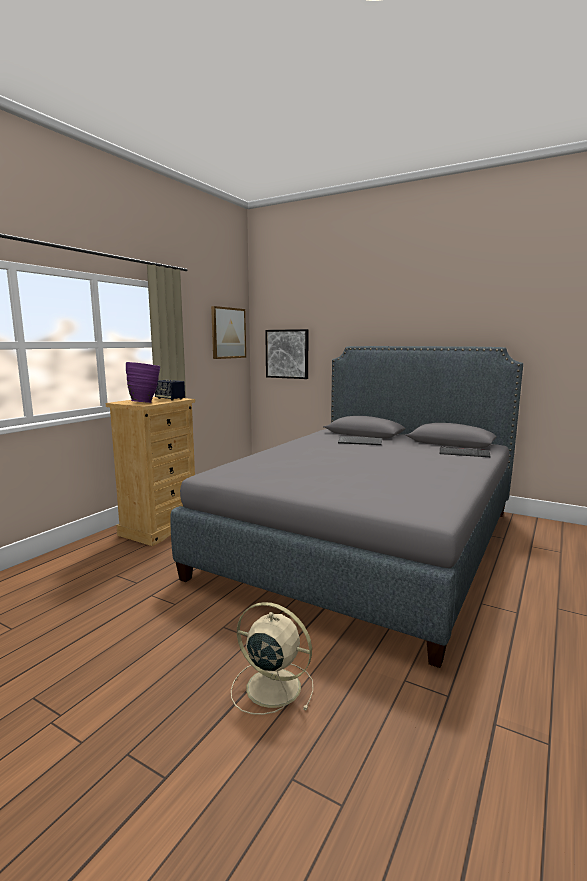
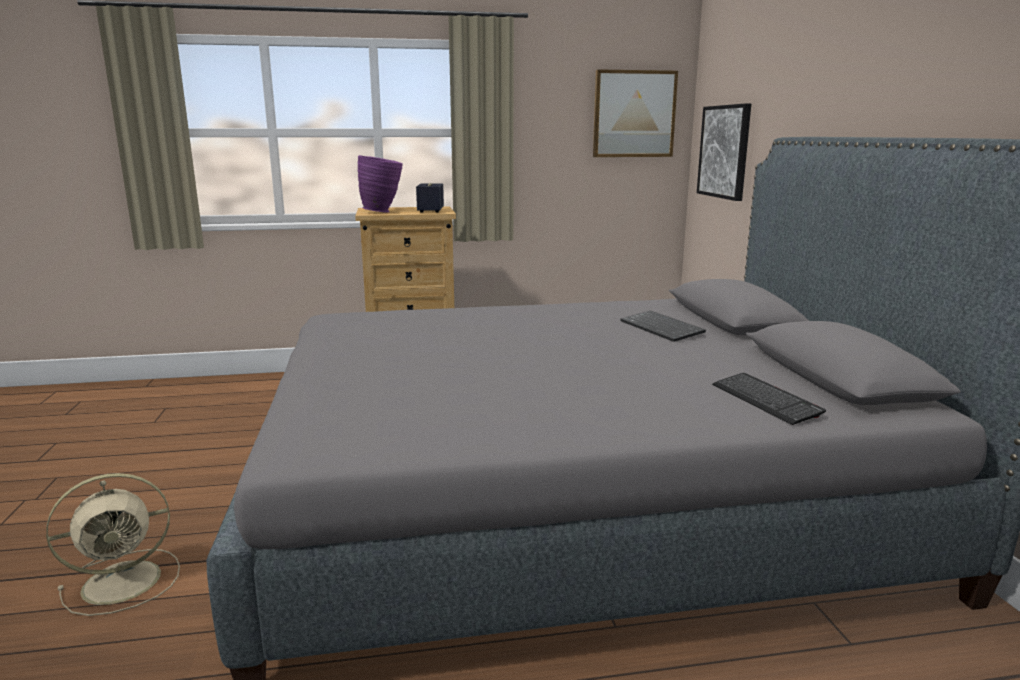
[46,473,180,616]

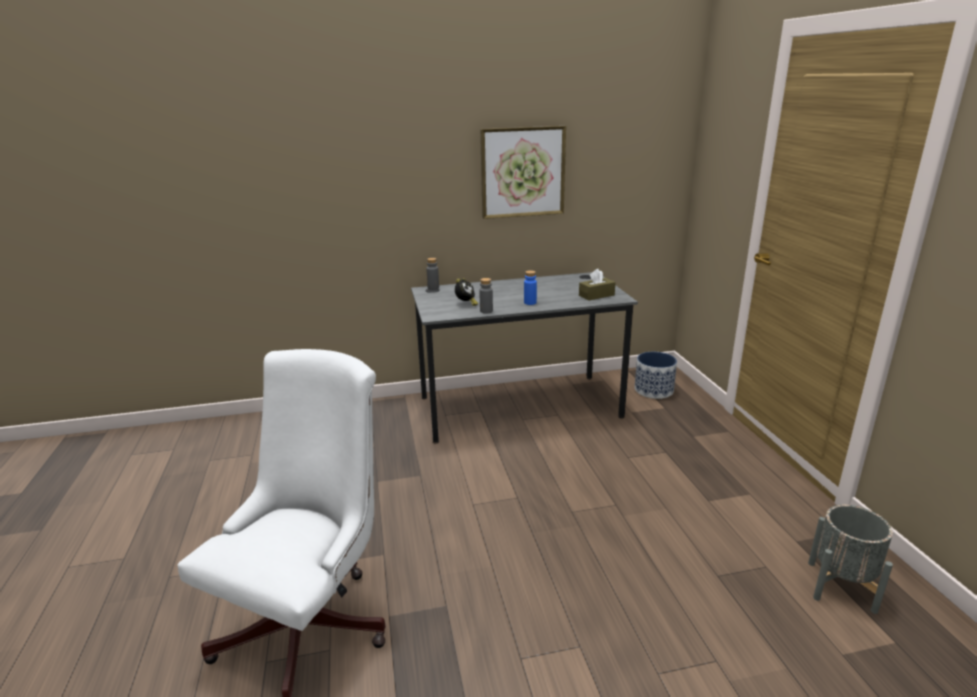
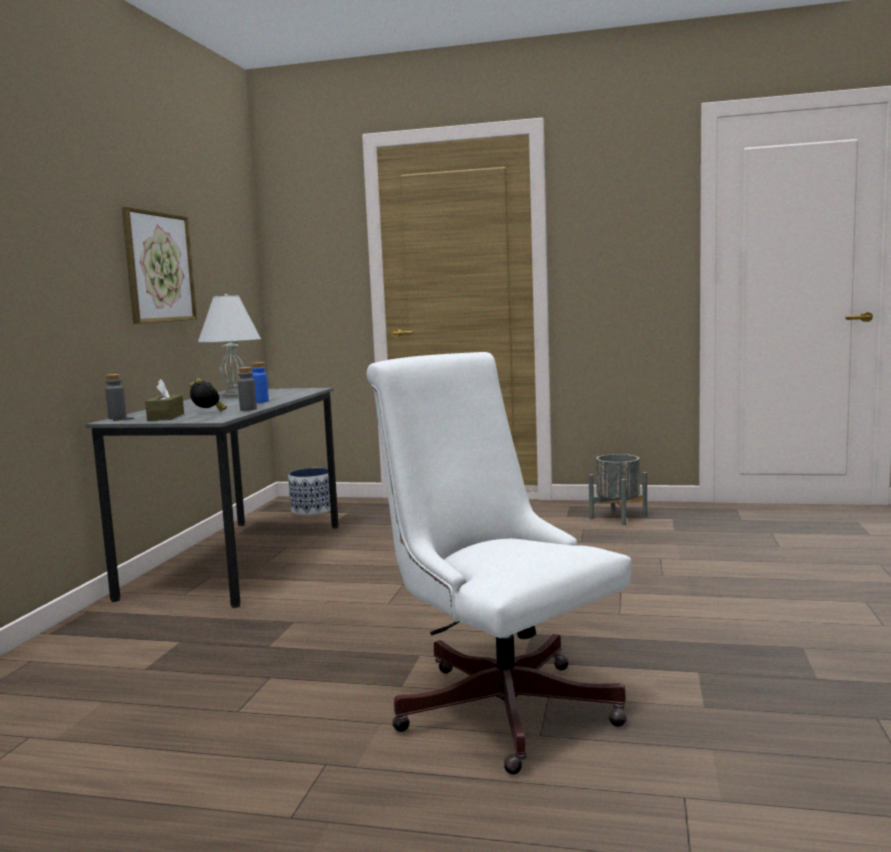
[198,294,261,397]
[145,379,184,421]

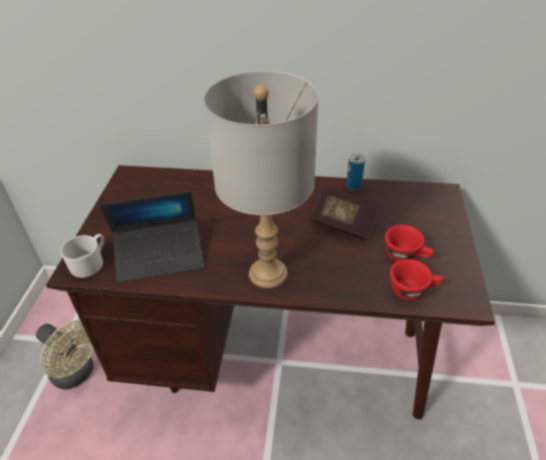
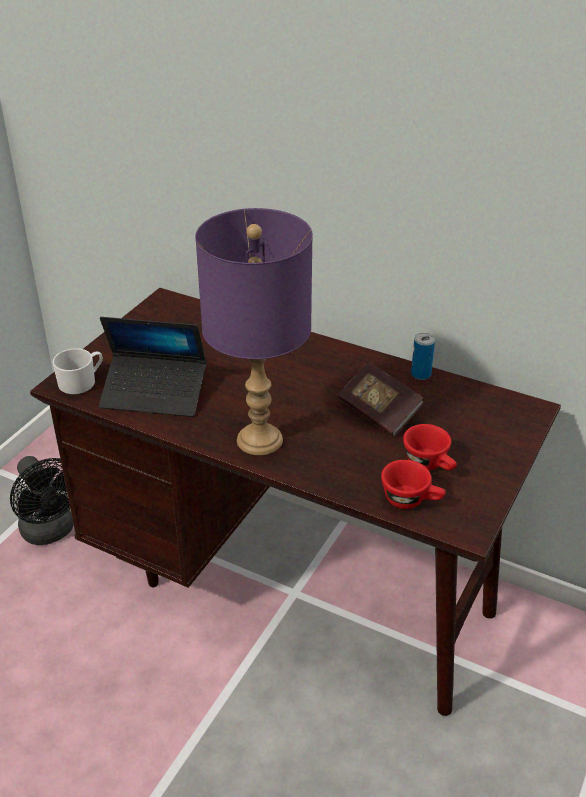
[10,456,74,545]
[195,208,313,455]

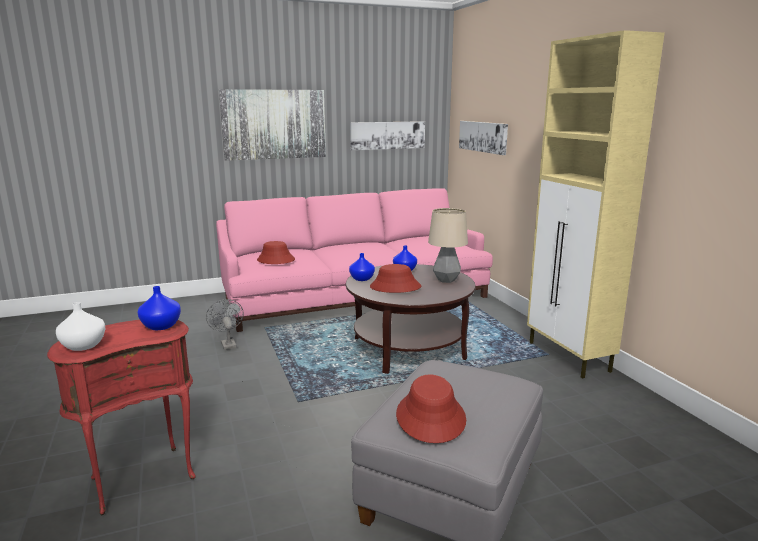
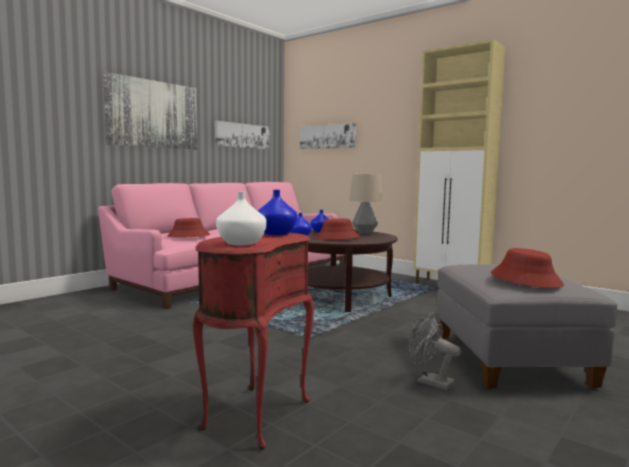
[408,312,462,390]

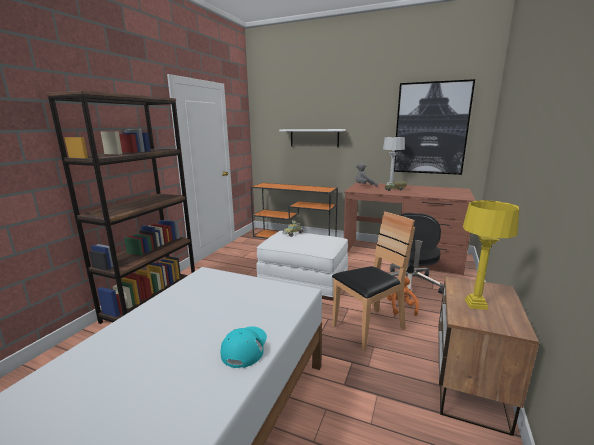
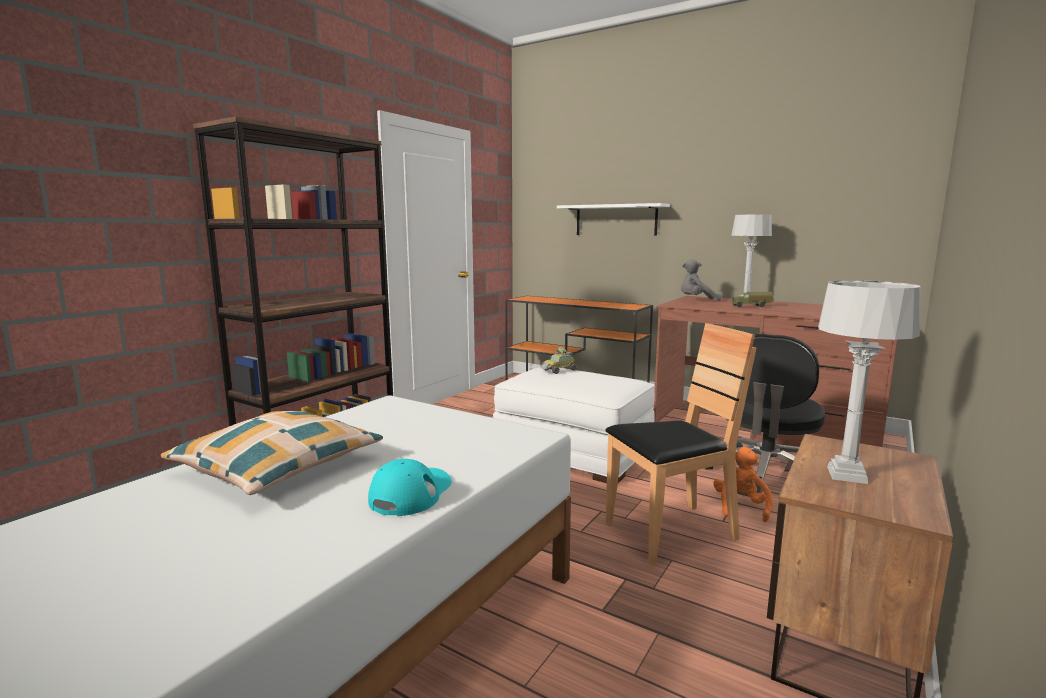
[394,79,475,175] (first image)
[161,411,383,495]
[818,281,921,484]

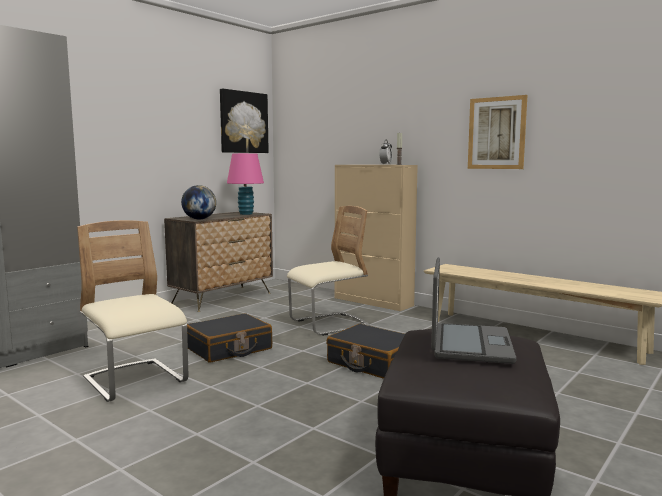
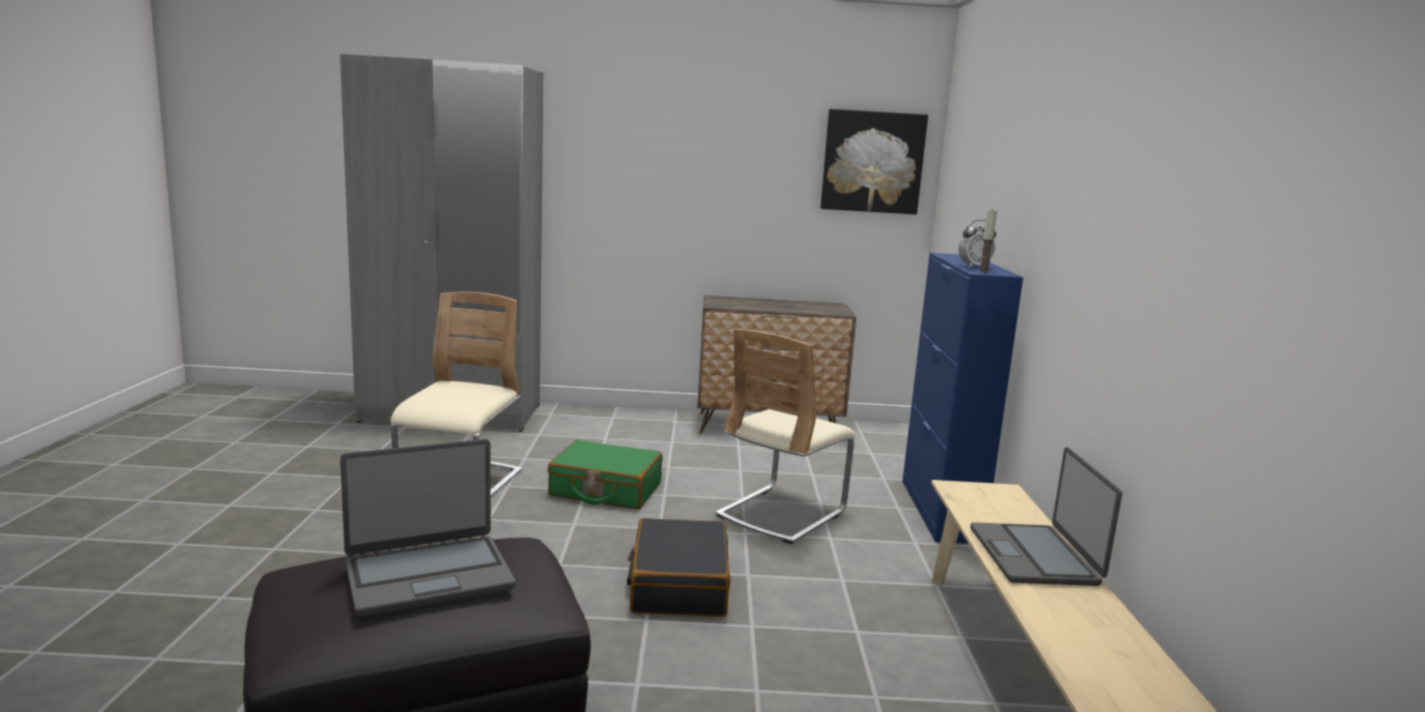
[181,185,216,219] (first image)
[227,153,264,215] (first image)
[468,95,527,169] (first image)
[970,447,1122,586]
[548,440,663,510]
[902,253,1023,544]
[715,329,855,544]

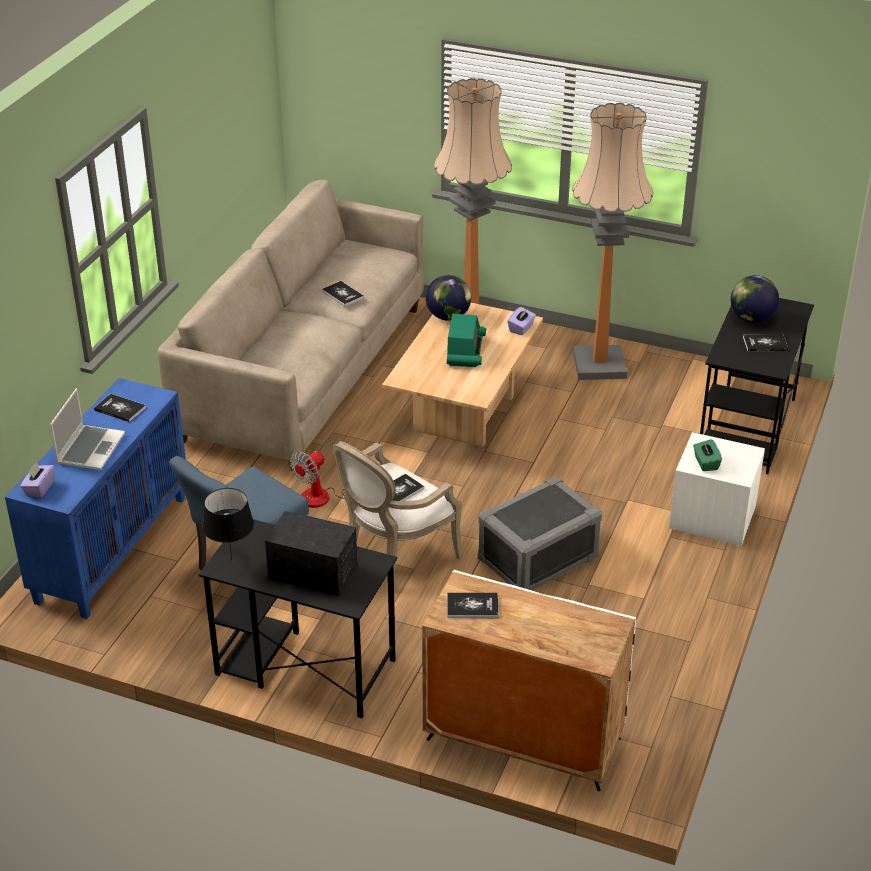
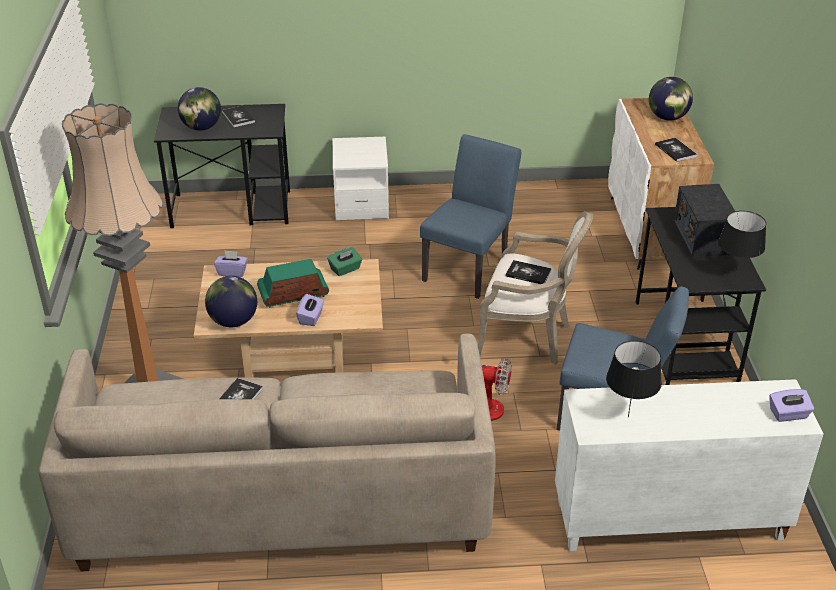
[50,388,125,470] (first image)
[572,103,653,380] (first image)
[296,294,324,326]
[649,77,693,121]
[327,247,362,276]
[606,341,662,417]
[420,134,521,299]
[555,379,824,551]

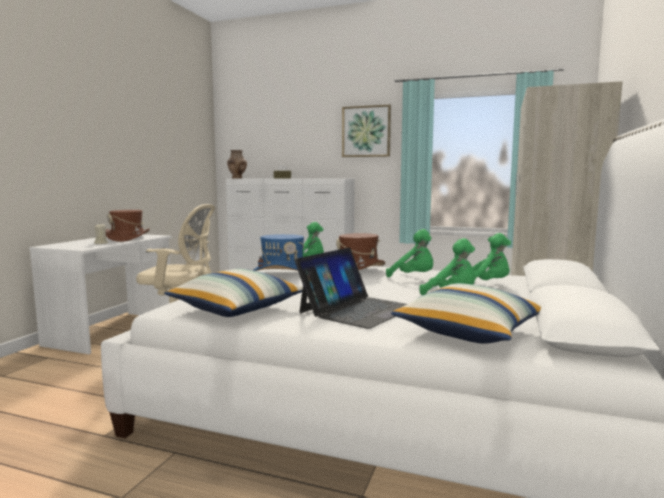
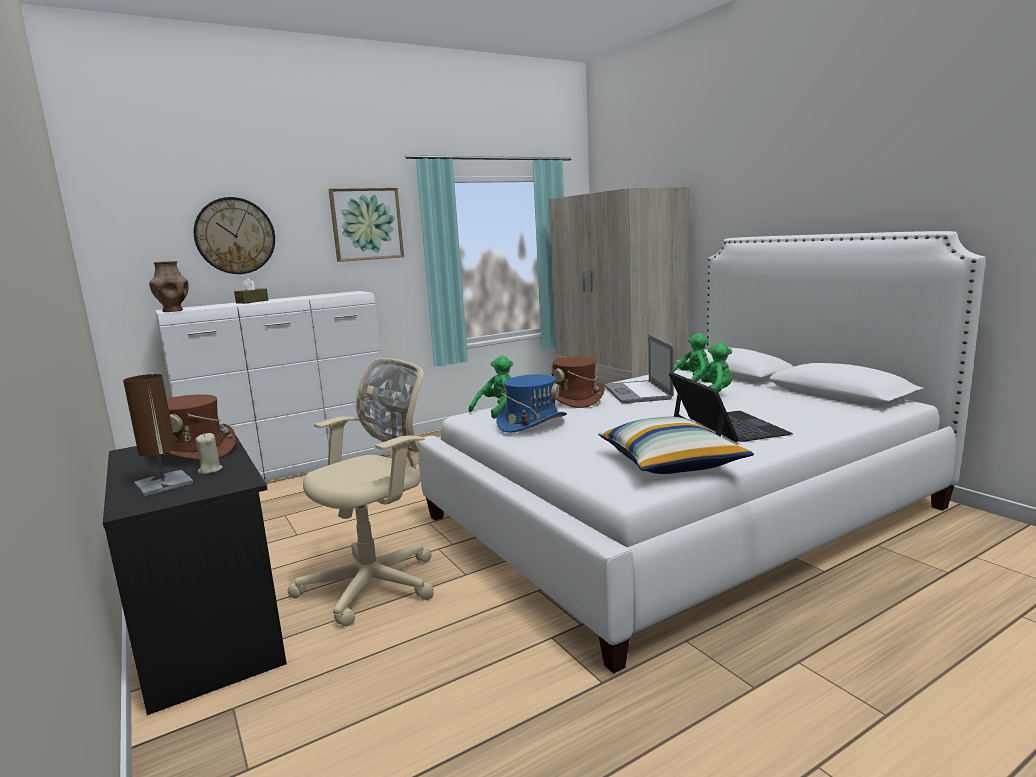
[391,283,542,344] (first image)
[123,374,193,497]
[194,197,275,274]
[604,335,674,403]
[103,434,287,715]

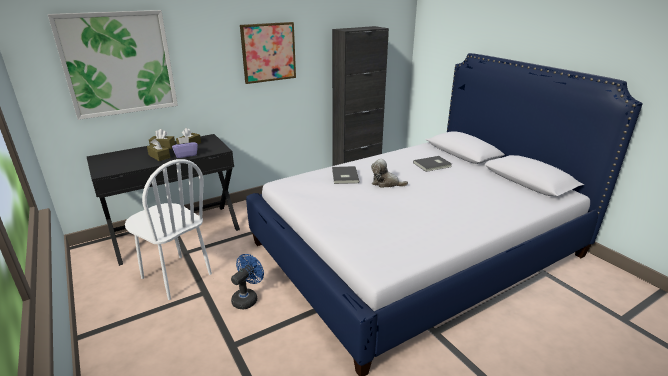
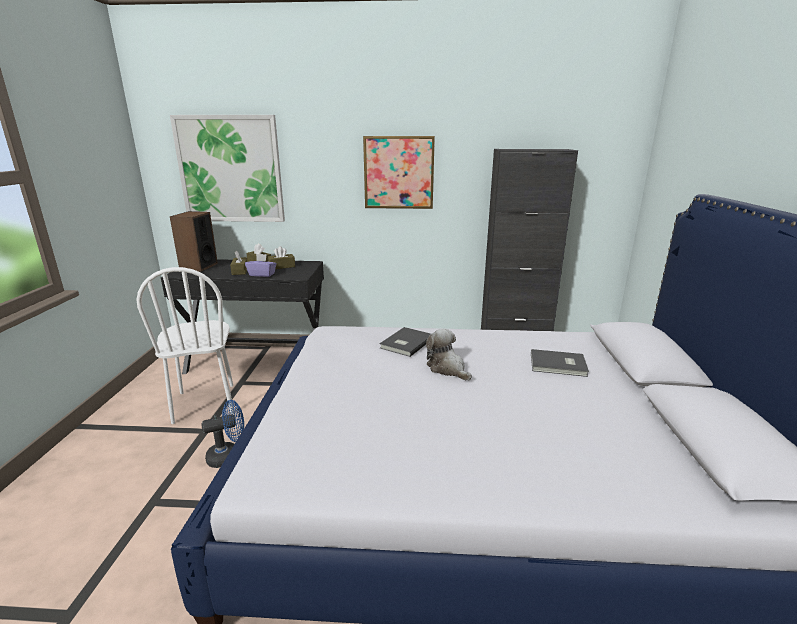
[170,211,218,272]

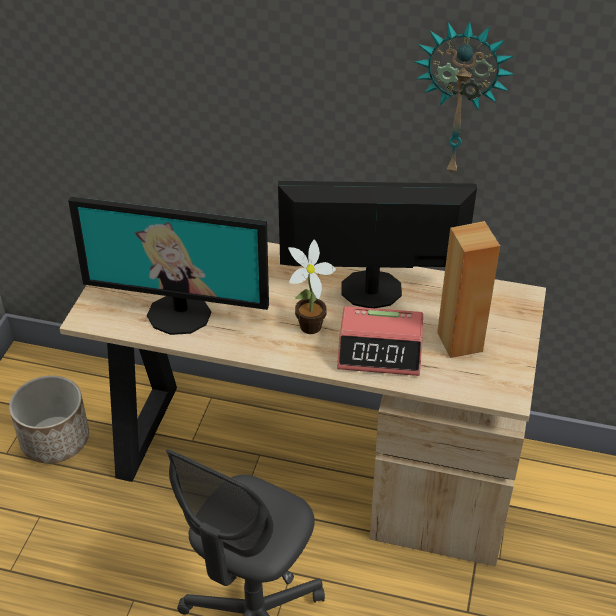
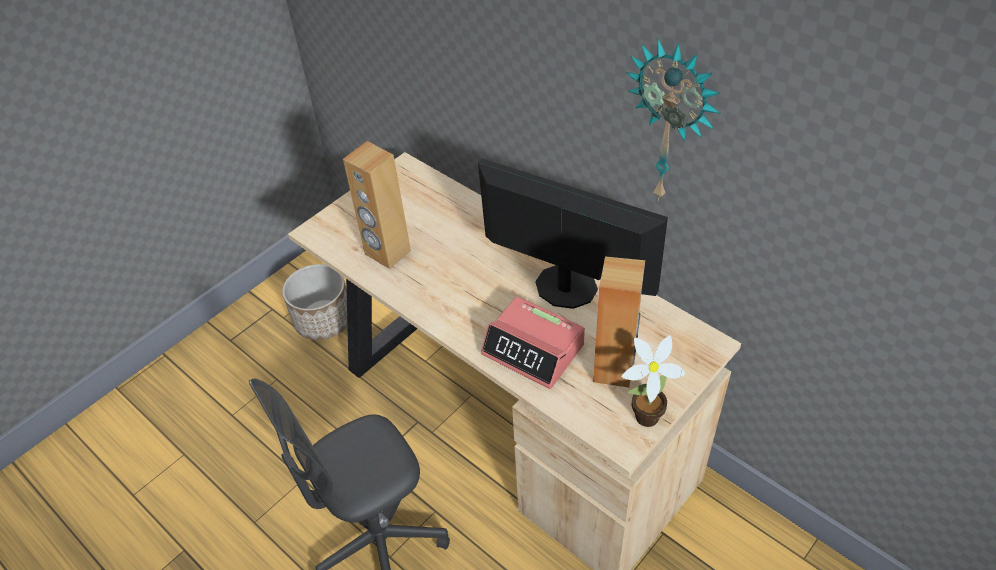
[621,335,686,427]
[343,141,411,269]

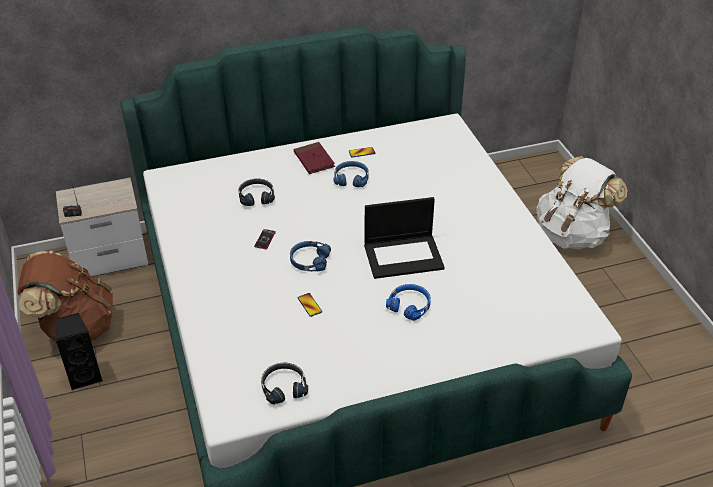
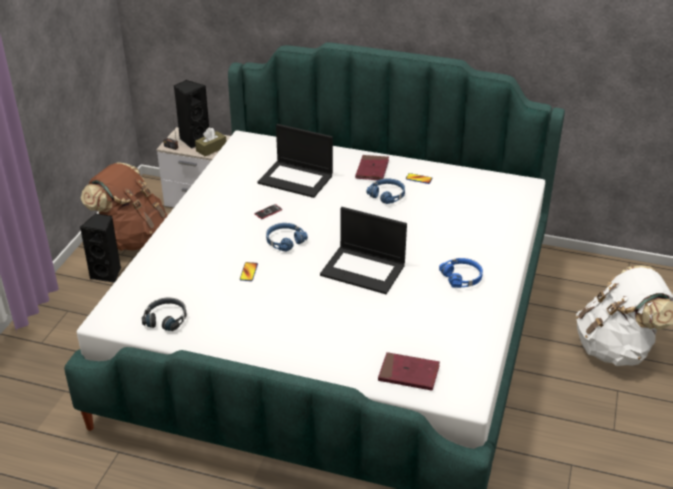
[174,80,209,149]
[195,127,226,156]
[378,352,440,391]
[439,258,483,288]
[258,124,333,198]

